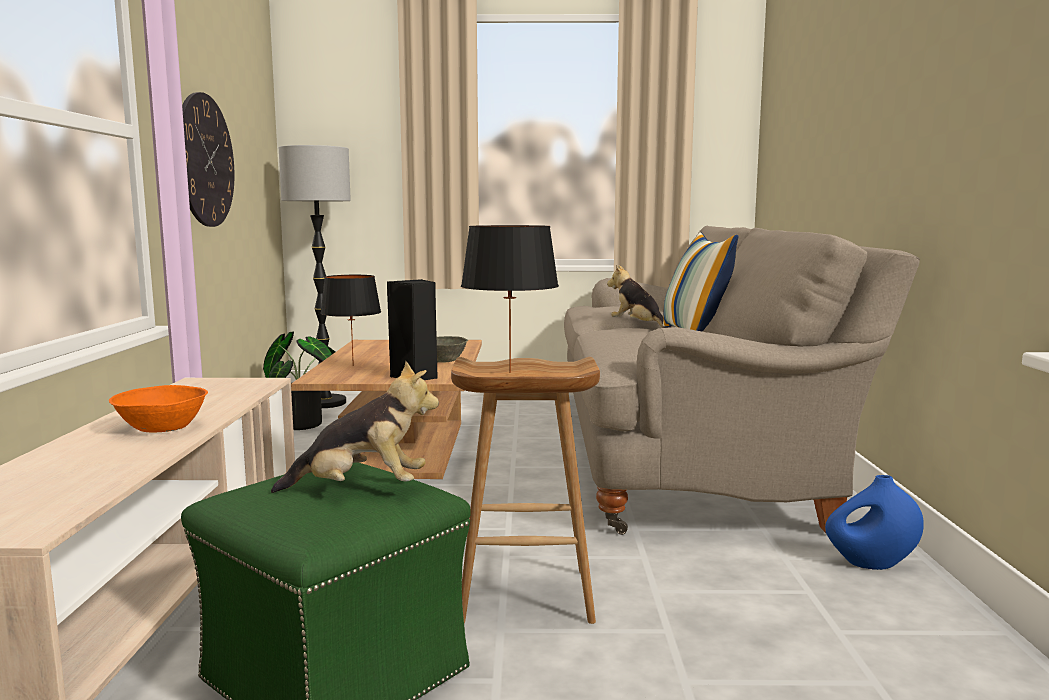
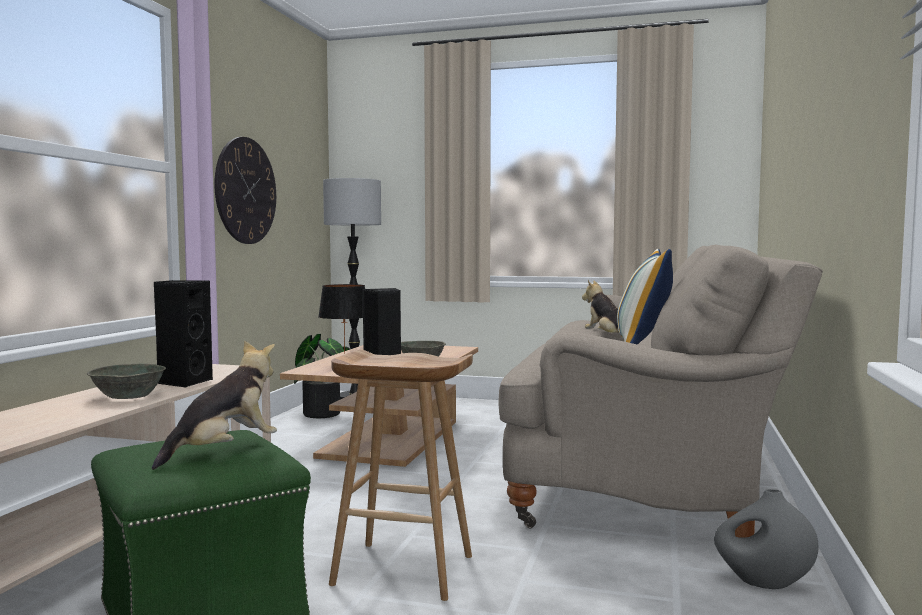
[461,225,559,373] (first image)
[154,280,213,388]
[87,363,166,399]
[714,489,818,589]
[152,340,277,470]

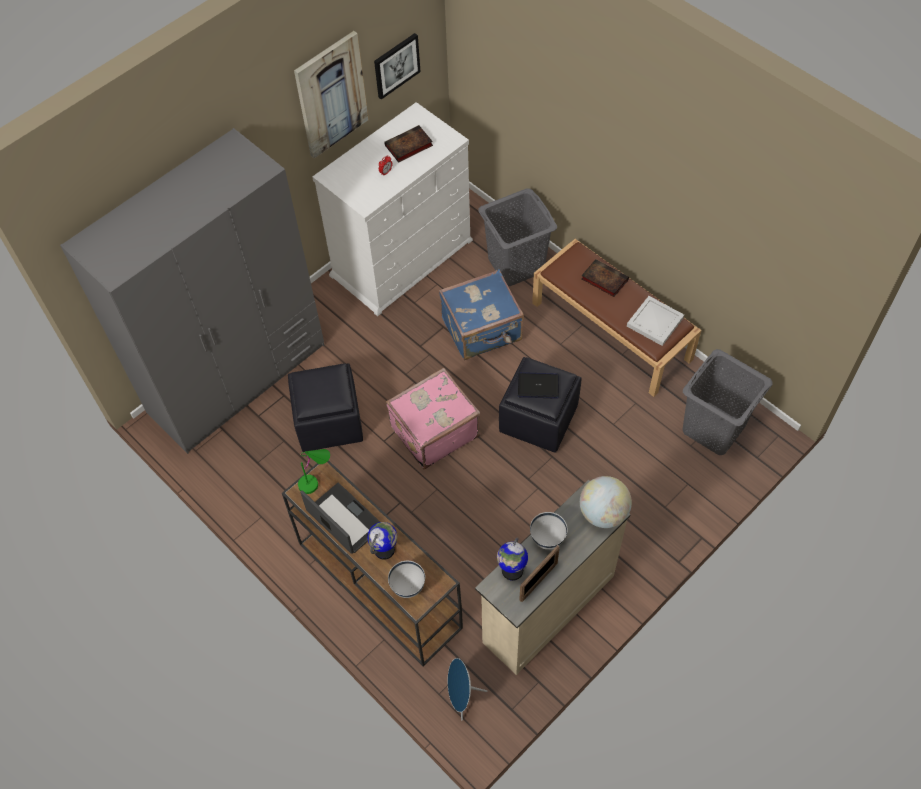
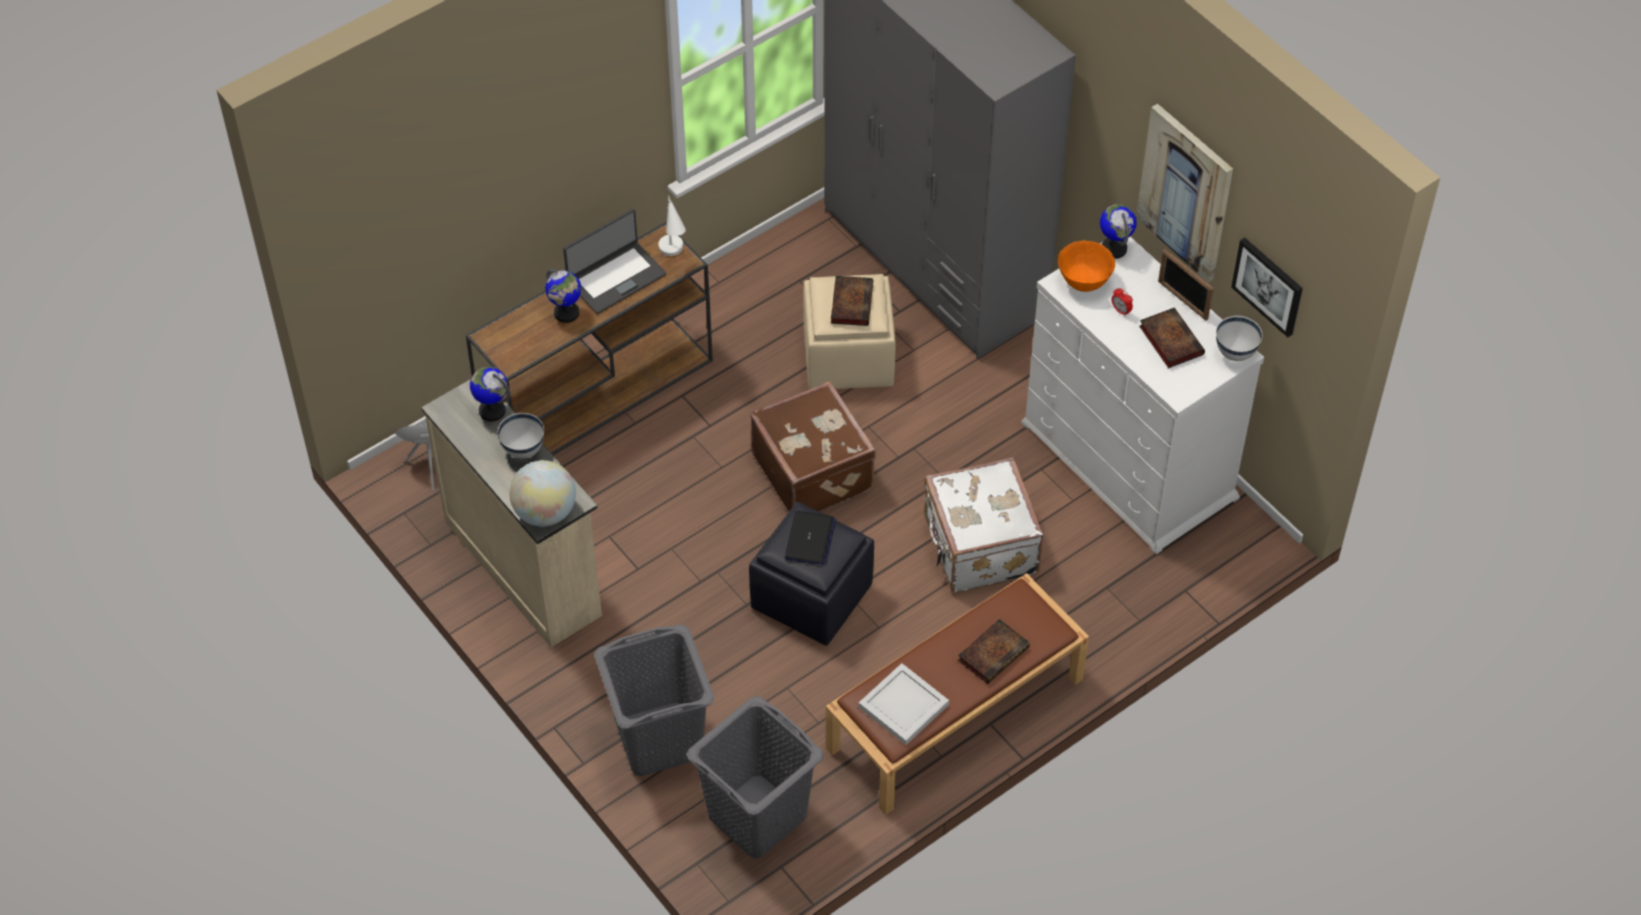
[831,276,873,326]
[1058,241,1115,292]
[1100,204,1137,259]
[1216,316,1263,361]
[594,625,714,776]
[1158,249,1214,321]
[803,274,896,389]
[658,195,686,256]
[750,381,876,512]
[924,457,1043,593]

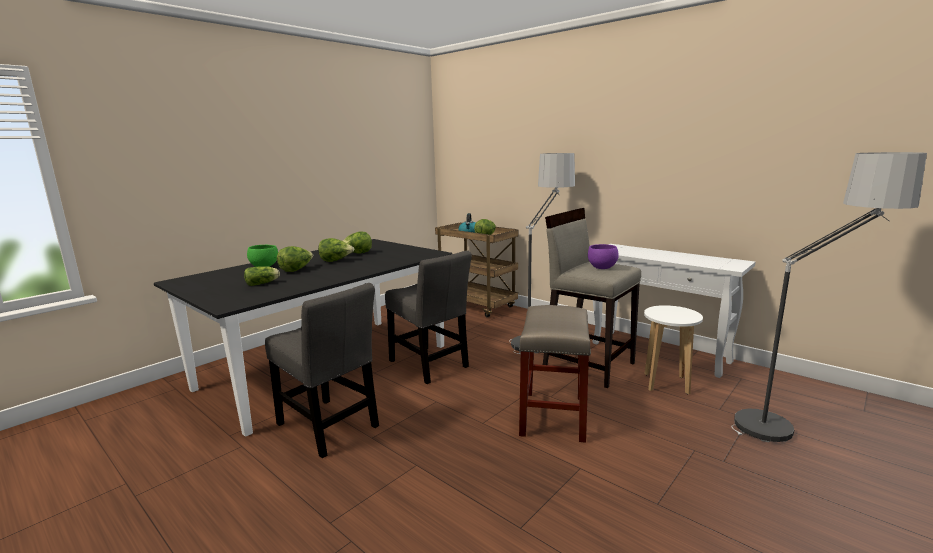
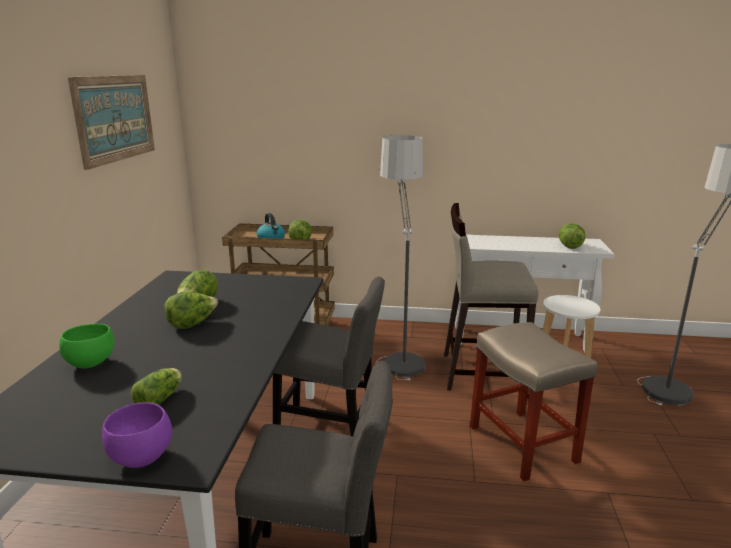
[68,75,155,170]
[559,223,585,249]
[102,402,172,468]

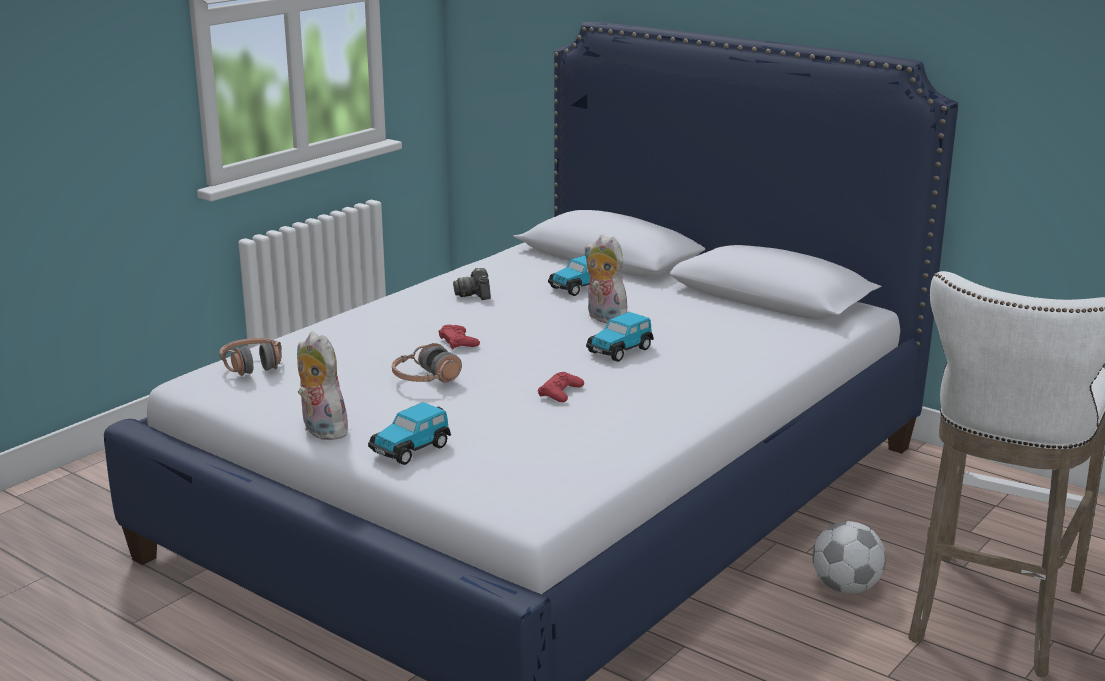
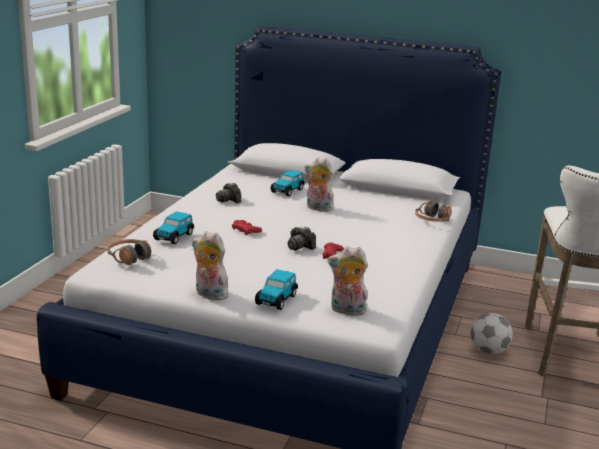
[287,227,316,251]
[328,246,370,316]
[415,201,452,222]
[153,211,194,244]

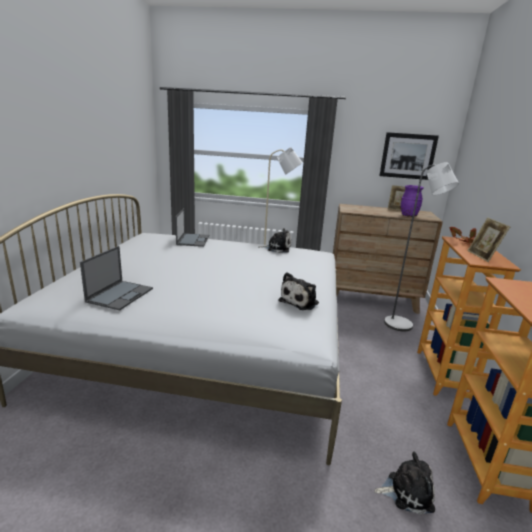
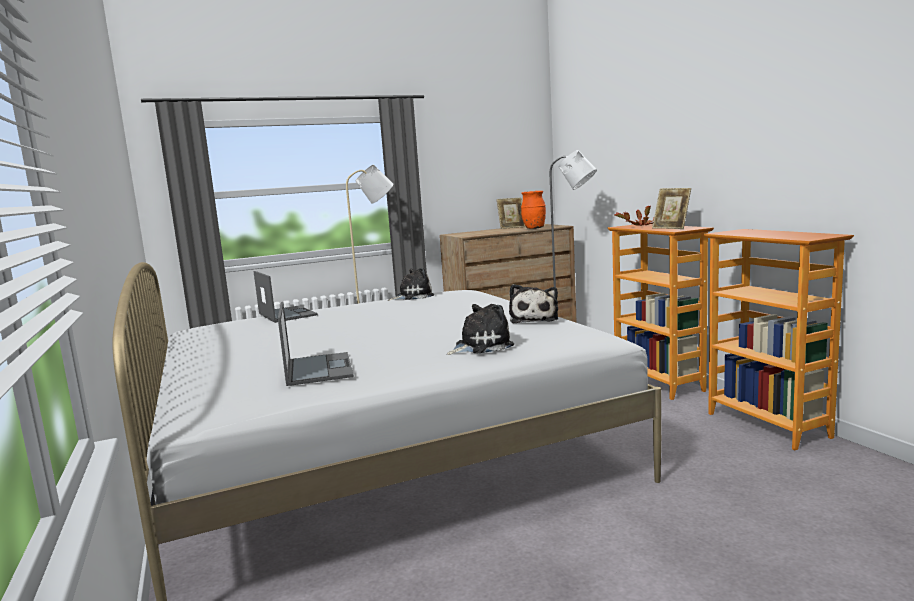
[380,132,439,180] (first image)
[447,304,514,355]
[521,191,546,229]

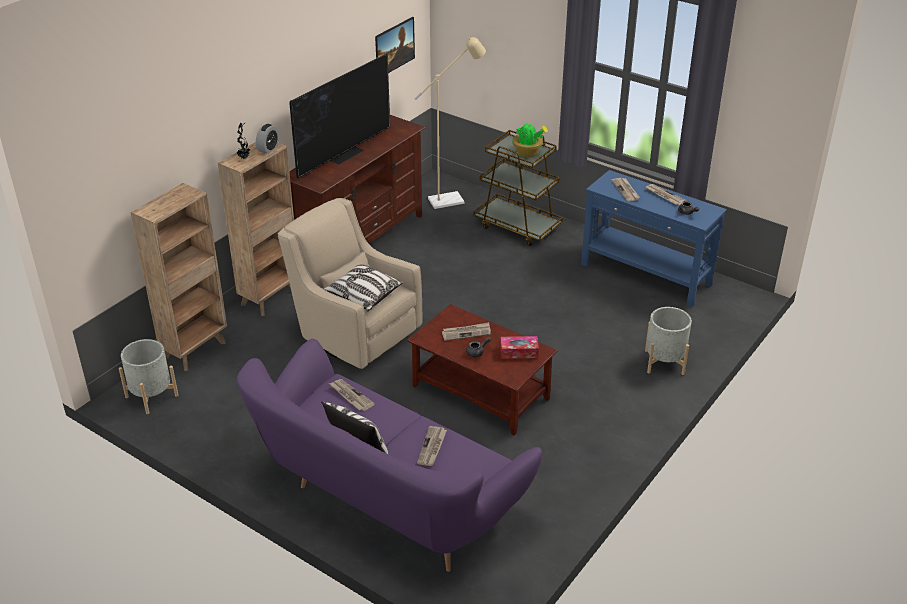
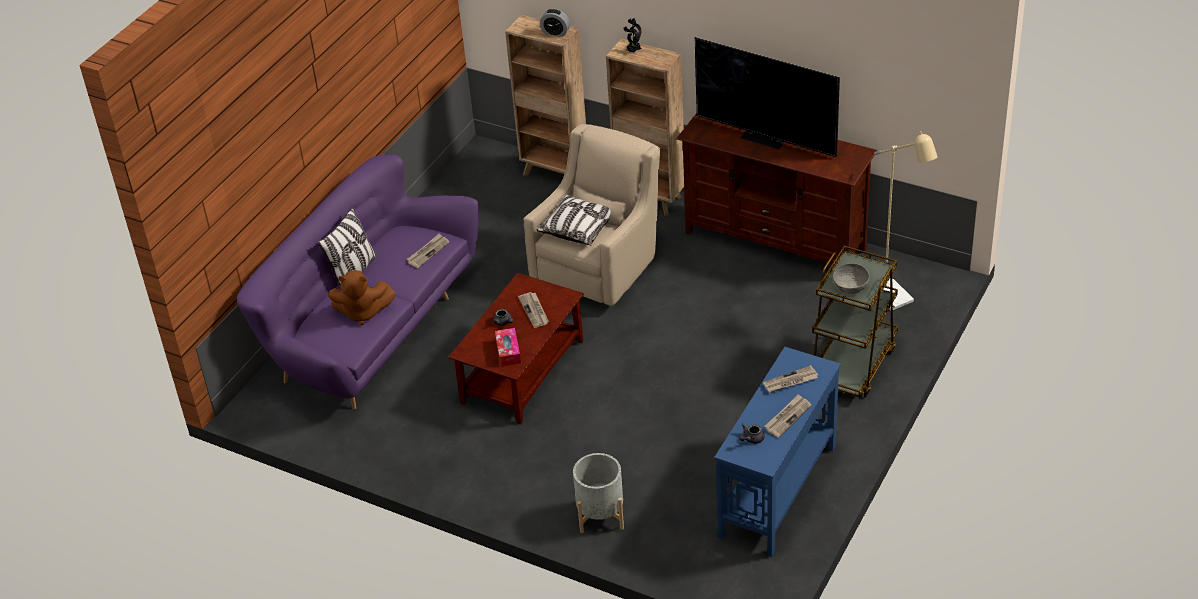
[119,339,178,414] (first image)
[375,17,415,73] (first image)
[540,9,570,37]
[328,270,396,325]
[833,263,869,294]

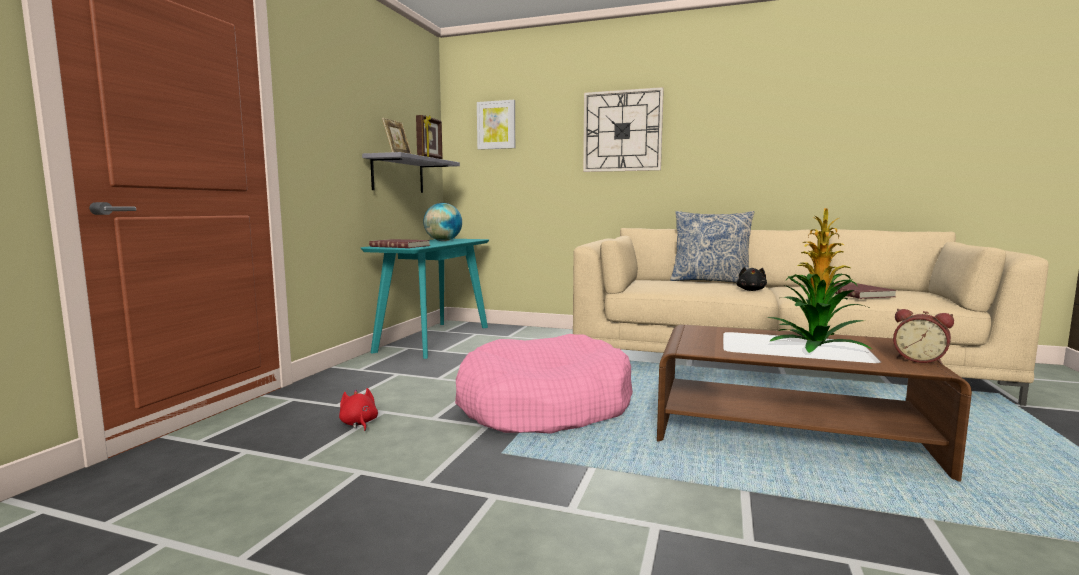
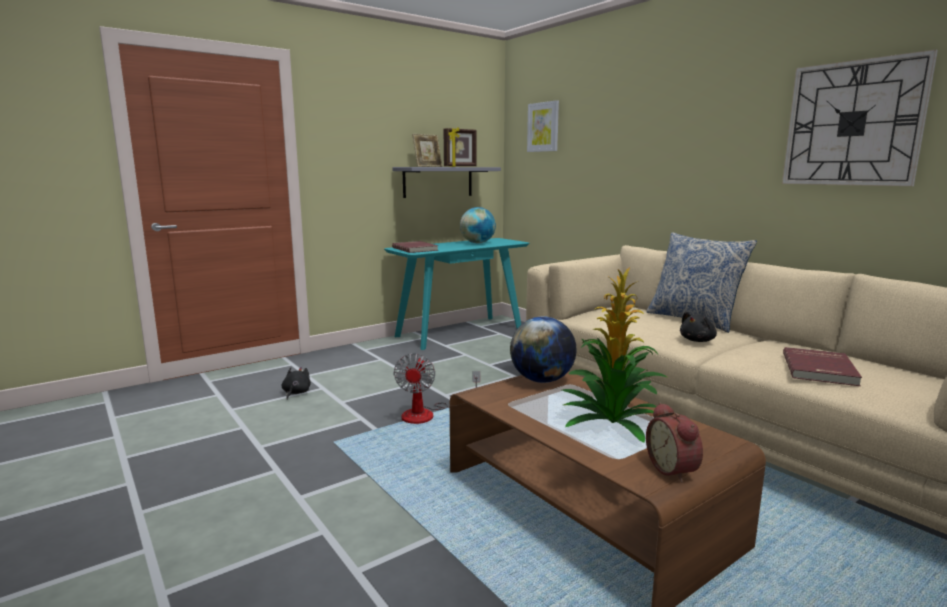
[510,316,577,383]
[782,50,938,186]
[393,353,480,424]
[281,367,311,399]

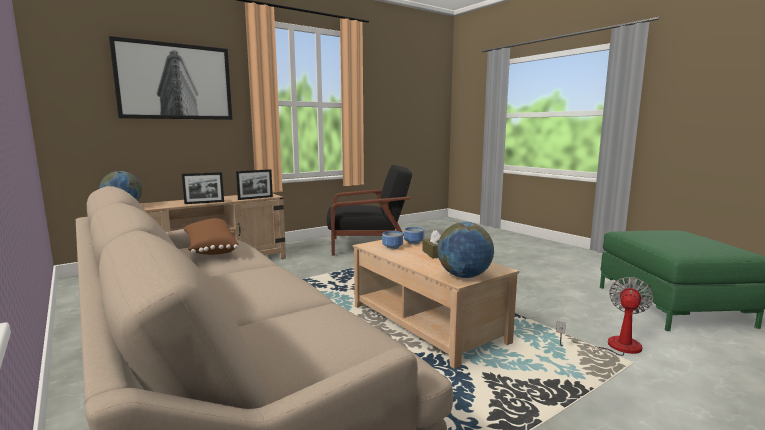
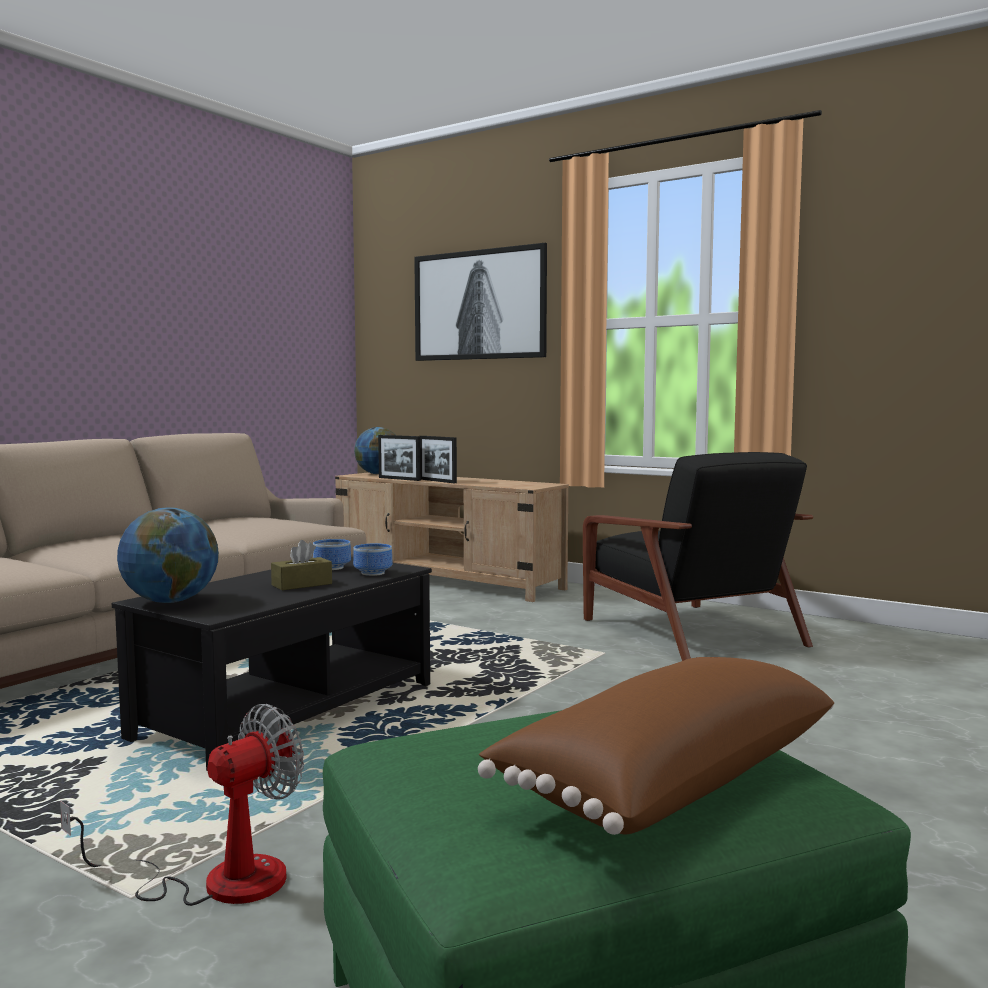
[478,657,834,835]
[378,435,421,481]
[112,557,432,770]
[60,704,304,906]

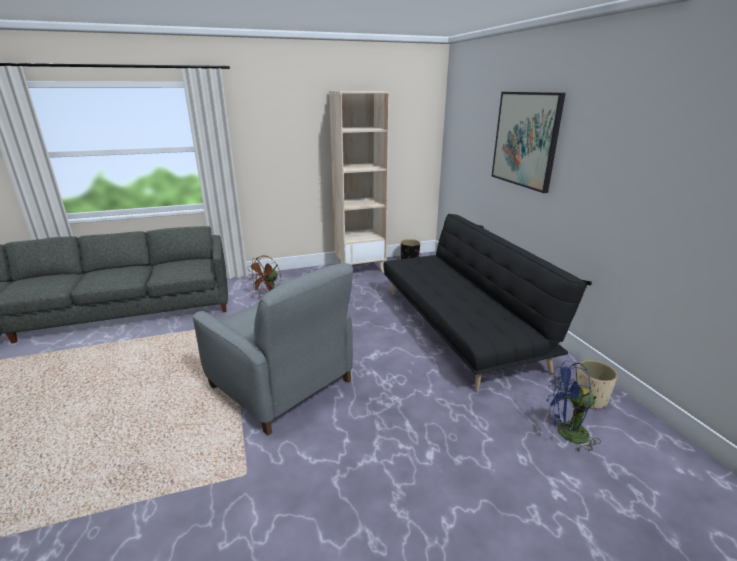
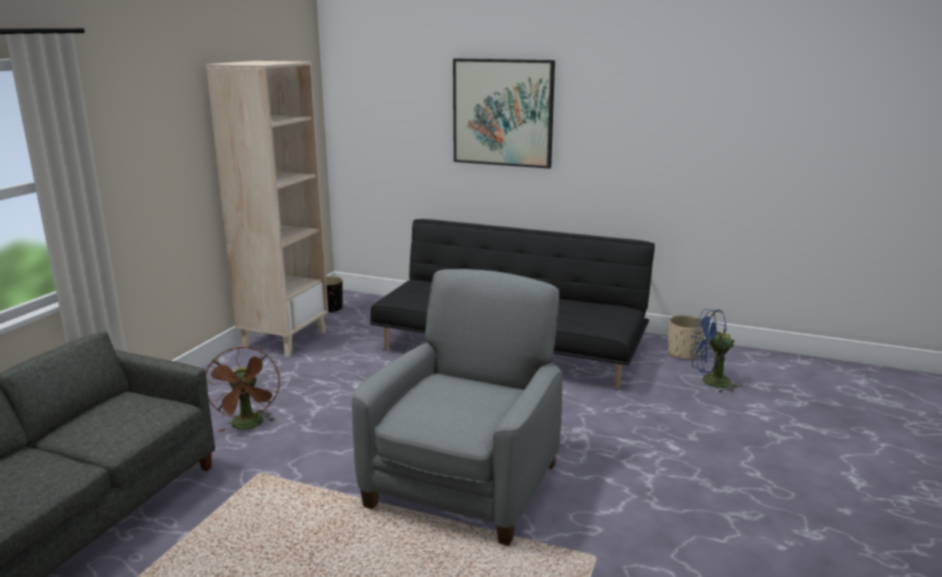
[352,269,562,546]
[690,309,742,393]

